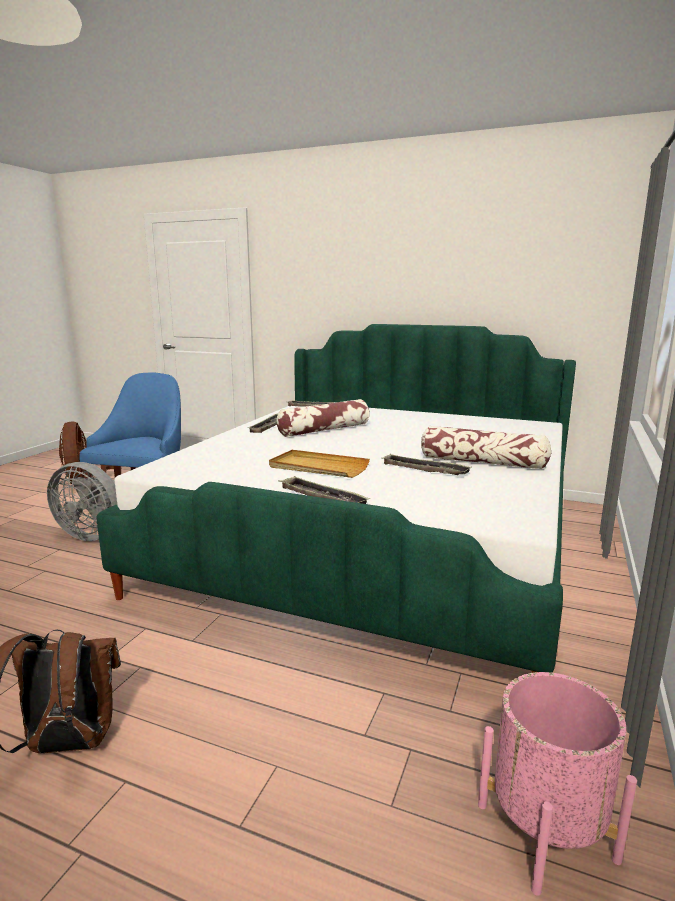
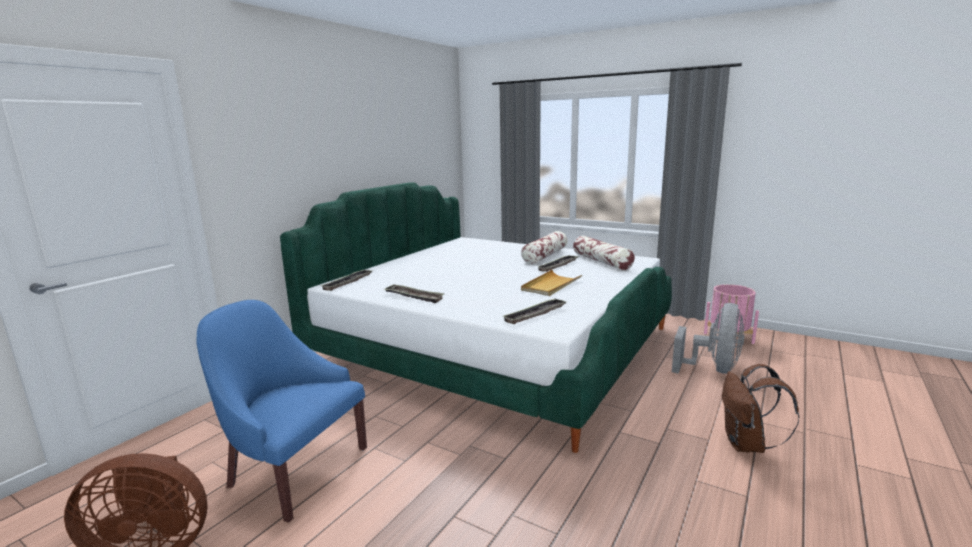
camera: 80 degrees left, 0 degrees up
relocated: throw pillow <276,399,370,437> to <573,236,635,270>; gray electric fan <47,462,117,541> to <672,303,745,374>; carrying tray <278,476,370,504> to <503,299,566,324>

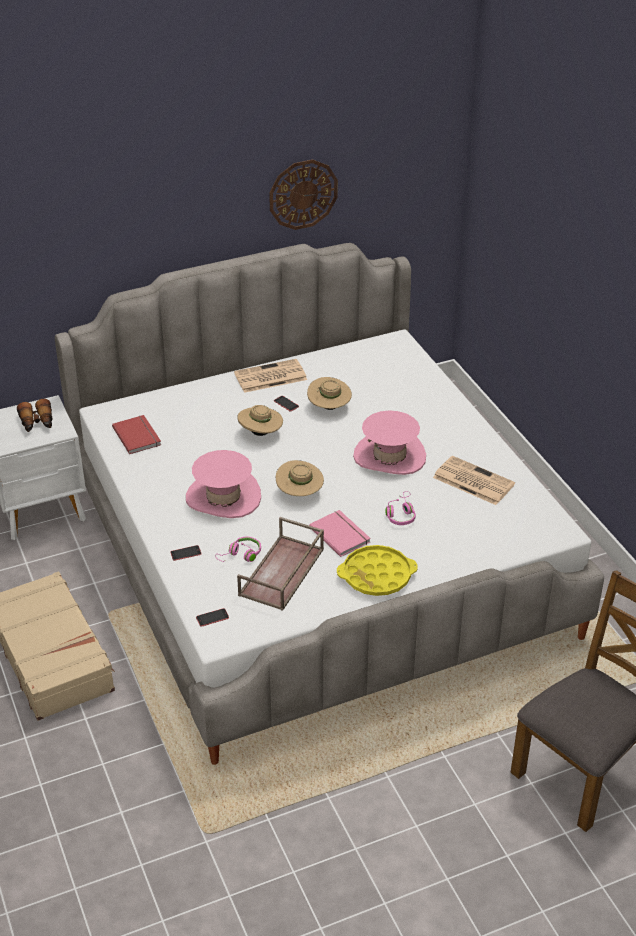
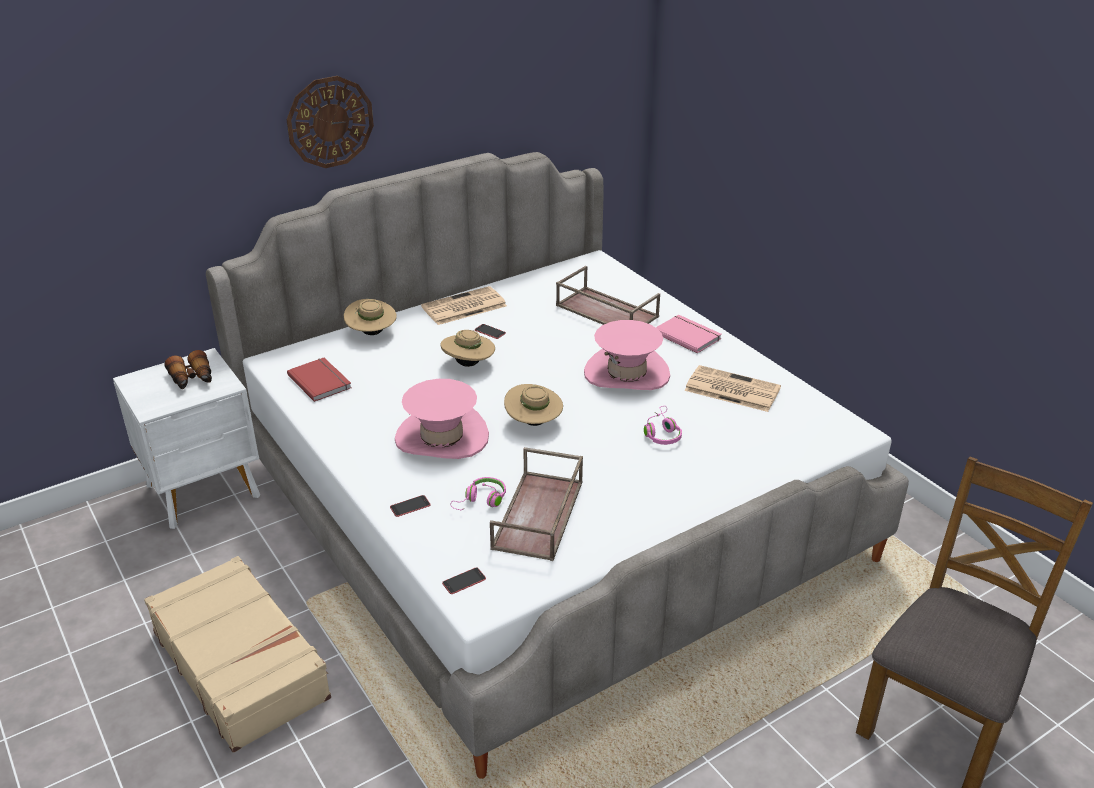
camera: 10 degrees left, 5 degrees down
missing: yellow carrying tray <337,545,418,596>
appeared: brownish carrying tray <556,266,660,325>
relocated: clock on the wall <269,159,338,230> to <287,76,374,168>; sand-coloured clothing hat <307,377,352,410> to <344,299,397,335>; pinkish book <309,510,371,557> to <656,315,722,353>

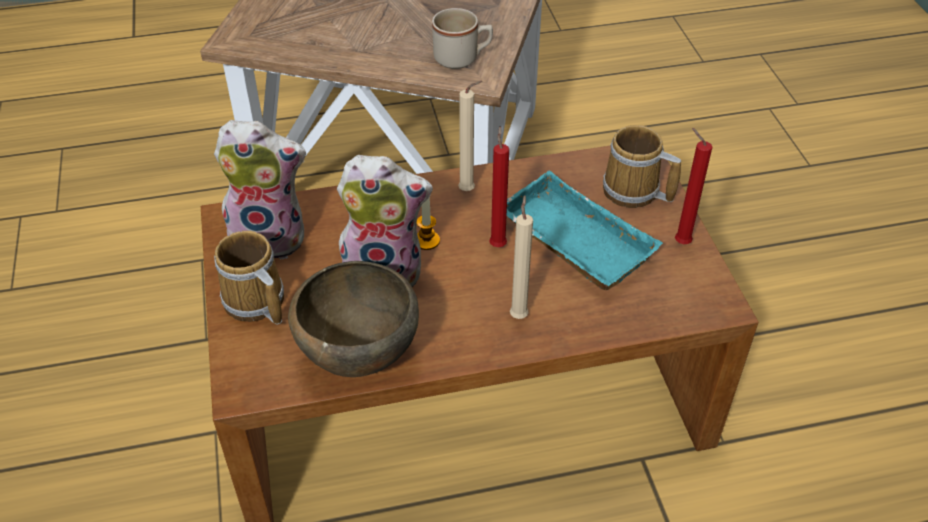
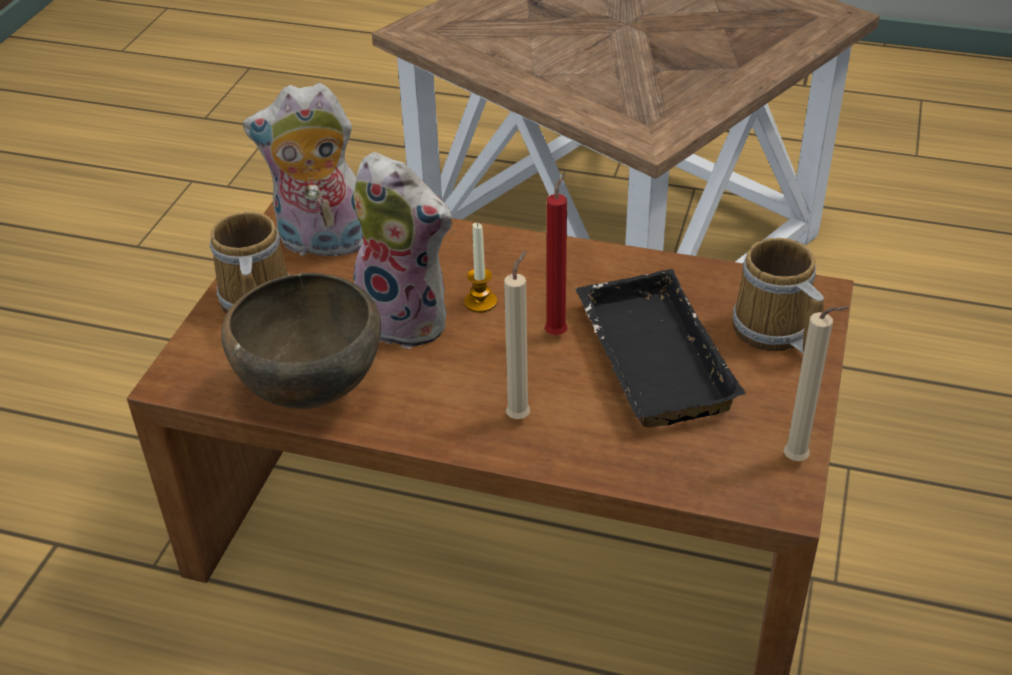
camera: 30 degrees right, 5 degrees down
missing: sand-coloured tea mug <432,8,493,69>; red wax candle <675,128,712,244>
relocated: sand-coloured wax candle <458,80,482,191> to <784,306,849,461>
colour: blue-green carrying tray <507,171,663,290> to black-coloured carrying tray <575,269,746,428>
spun: soft toy <214,120,306,259> = <243,83,363,256> 150 degrees clockwise

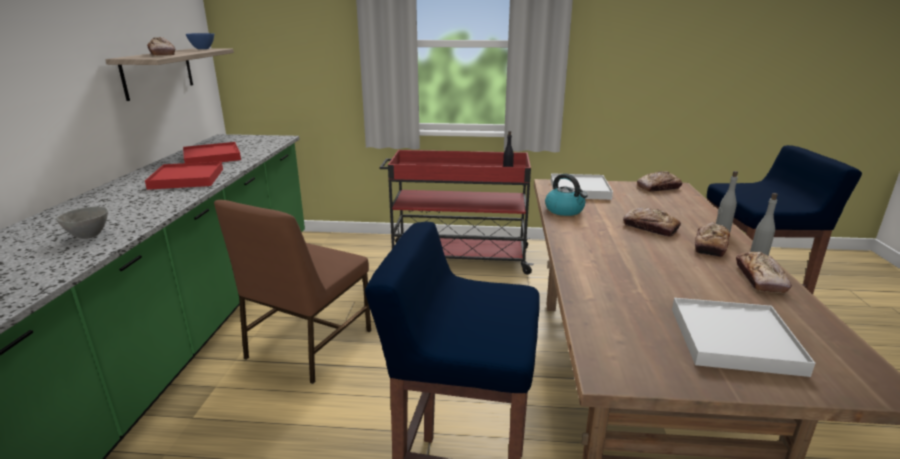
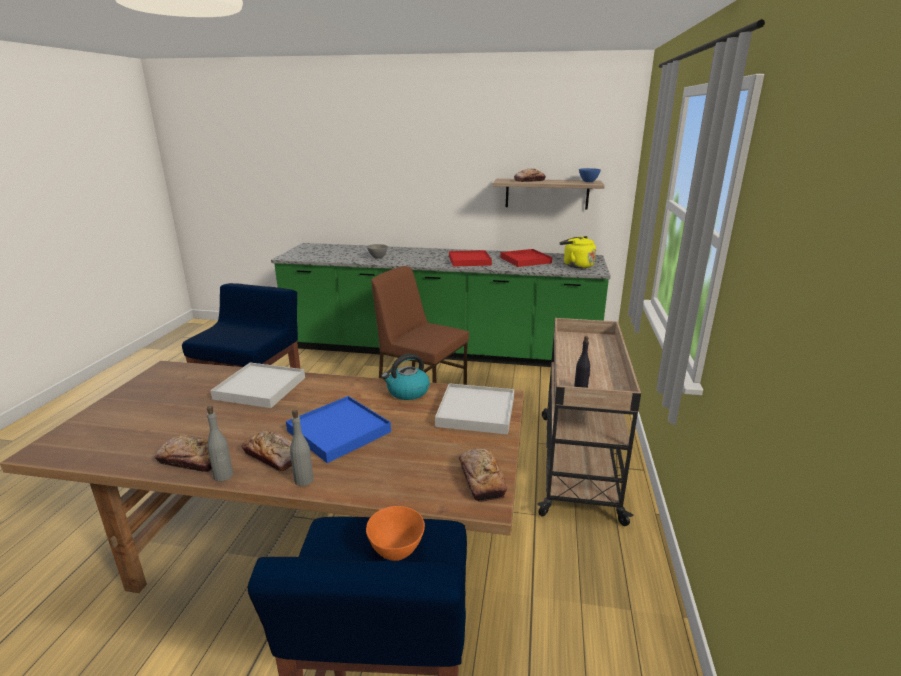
camera: 95 degrees right, 0 degrees up
appeared: yellow kettle <560,236,596,268>; orange deep dish <366,506,425,561>
relocated: whitish carrying tray <672,298,815,377> to <210,362,305,408>
exchanged: baked bread <623,208,681,237> to bluish carrying tray <286,396,391,463>
colour: red cart <379,150,534,275> to sand-coloured cart <537,318,641,526>

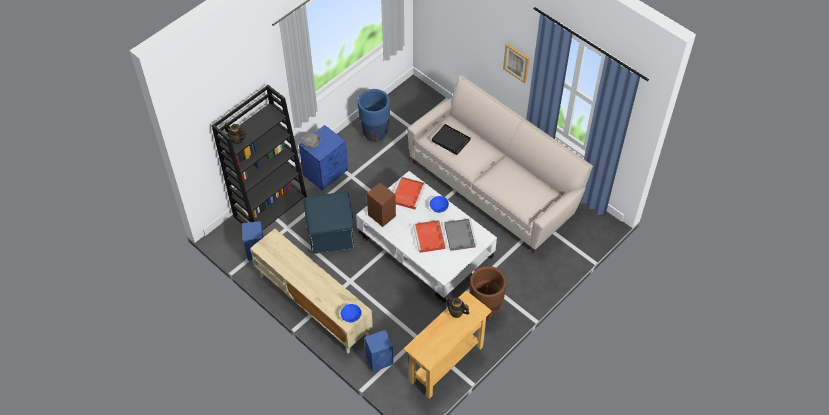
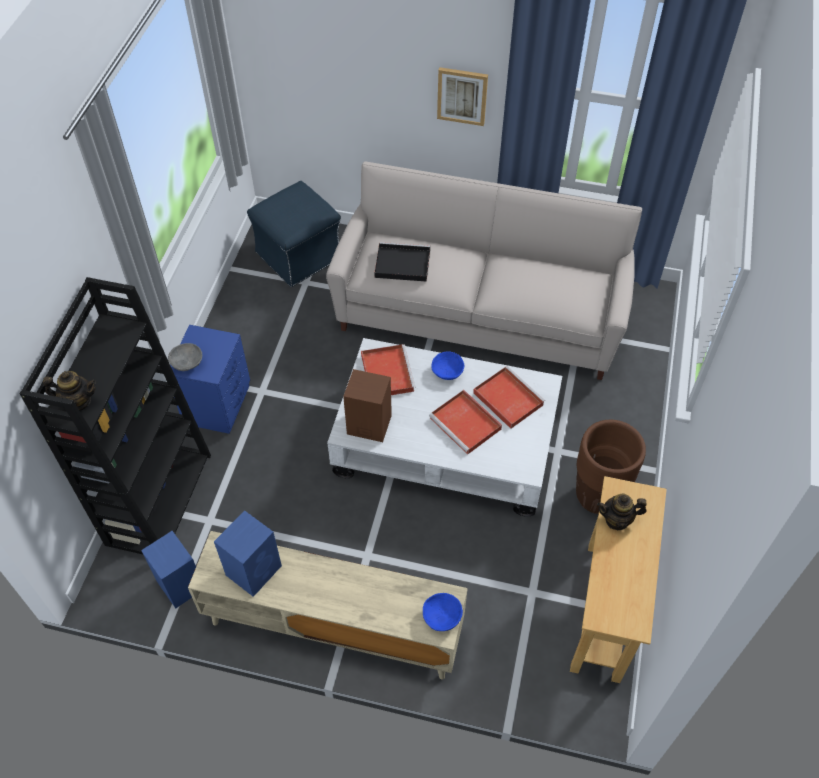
camera: 30 degrees left, 0 degrees up
missing: bluish planter <358,89,390,142>
relocated: bluish footrest <304,192,355,254> to <247,181,341,287>; bluish loudspeaker <365,330,393,372> to <214,510,282,597>
colour: gray carrying tray <444,219,477,251> to red carrying tray <473,366,545,429>

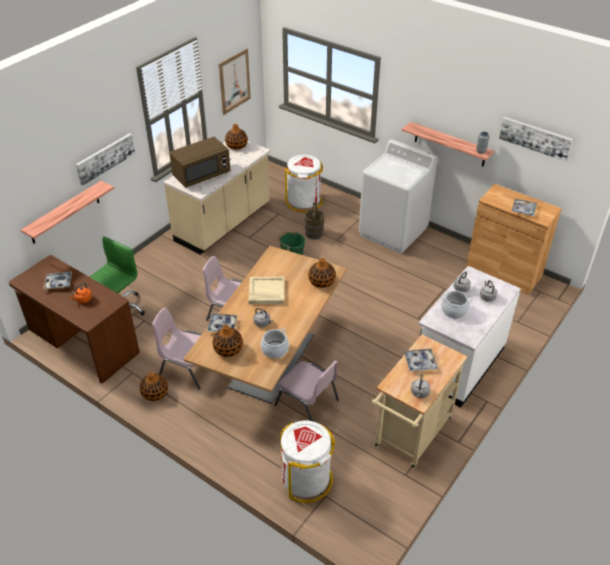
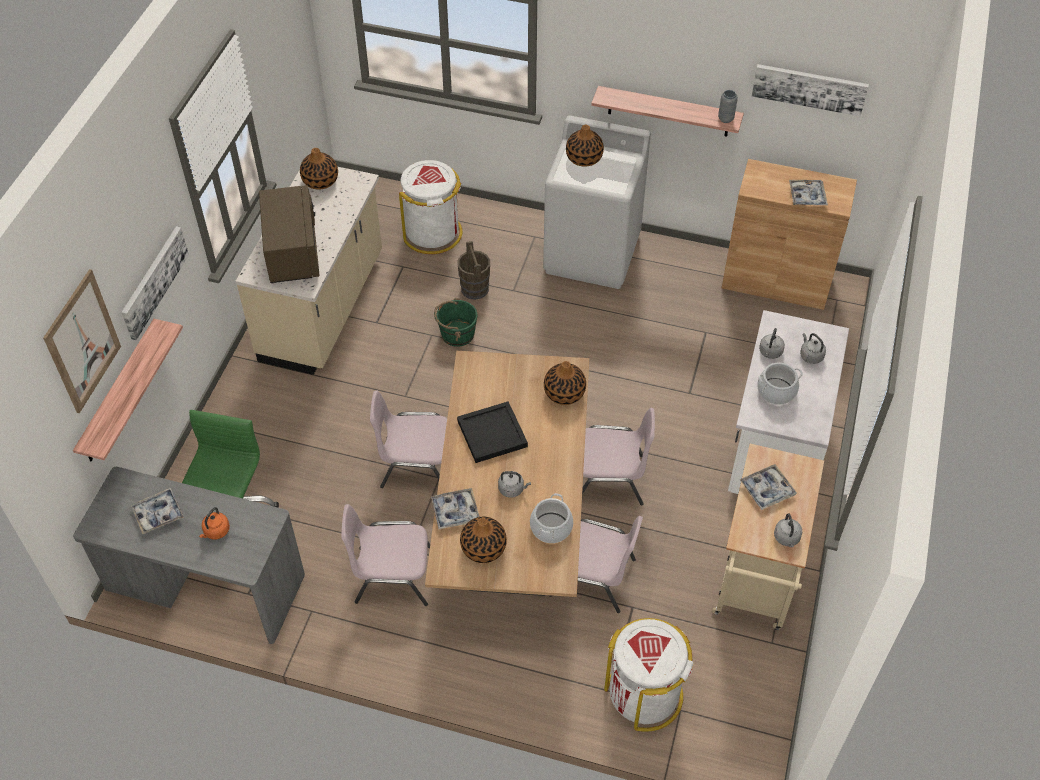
camera: 20 degrees left, 10 degrees up
appeared: pinkish plain chair <582,408,655,506>
relocated: wall art <219,49,251,115> to <43,269,121,413>; vase <140,372,168,401> to <566,125,604,167>
colour: brownish desk unit <9,255,140,383> to gray desk unit <73,467,305,644>; sand-coloured carrying tray <248,277,285,304> to black-coloured carrying tray <457,401,528,463>
spun: brownish kitchen microwave <169,137,230,188> = <259,185,320,283> 45 degrees counterclockwise

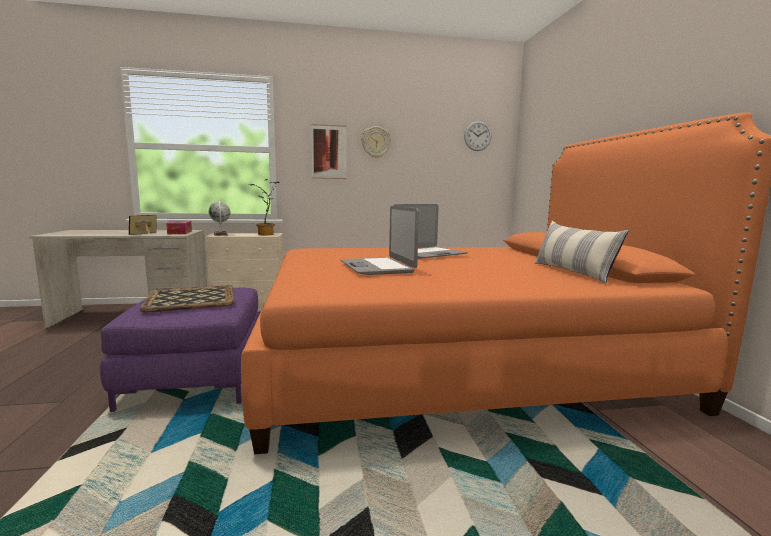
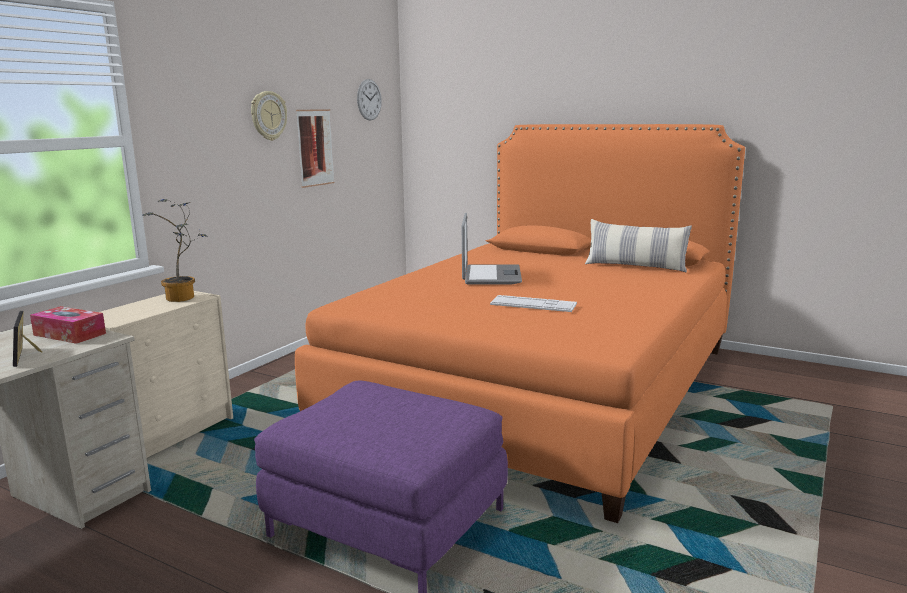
camera: 50 degrees left, 5 degrees up
missing: world globe <209,201,231,236>; carrying tray <140,285,235,312>
relocated: wall art <312,124,346,179> to <296,109,334,188>
exchanged: portable computer <340,206,419,275> to PC keyboard <490,295,577,312>

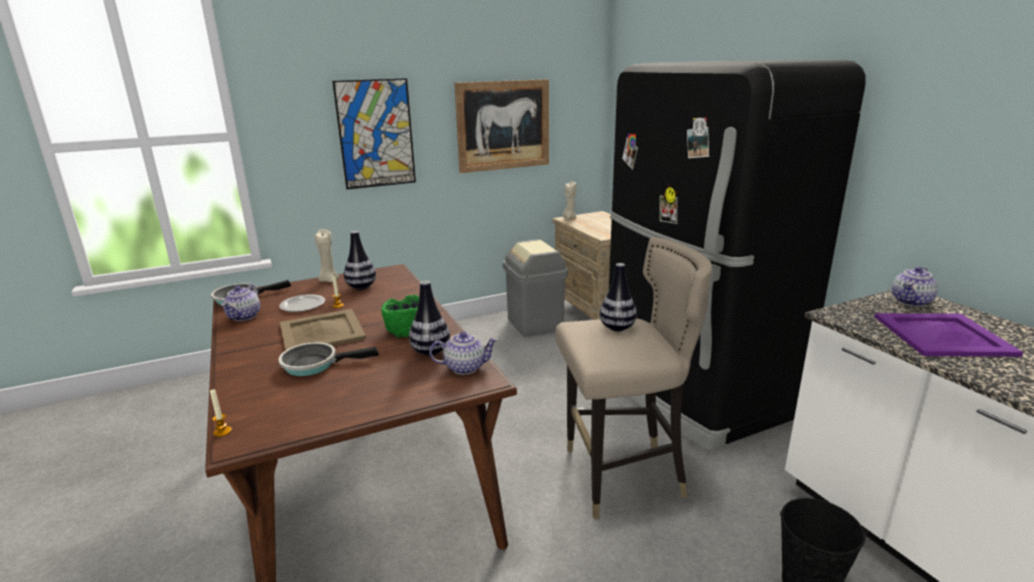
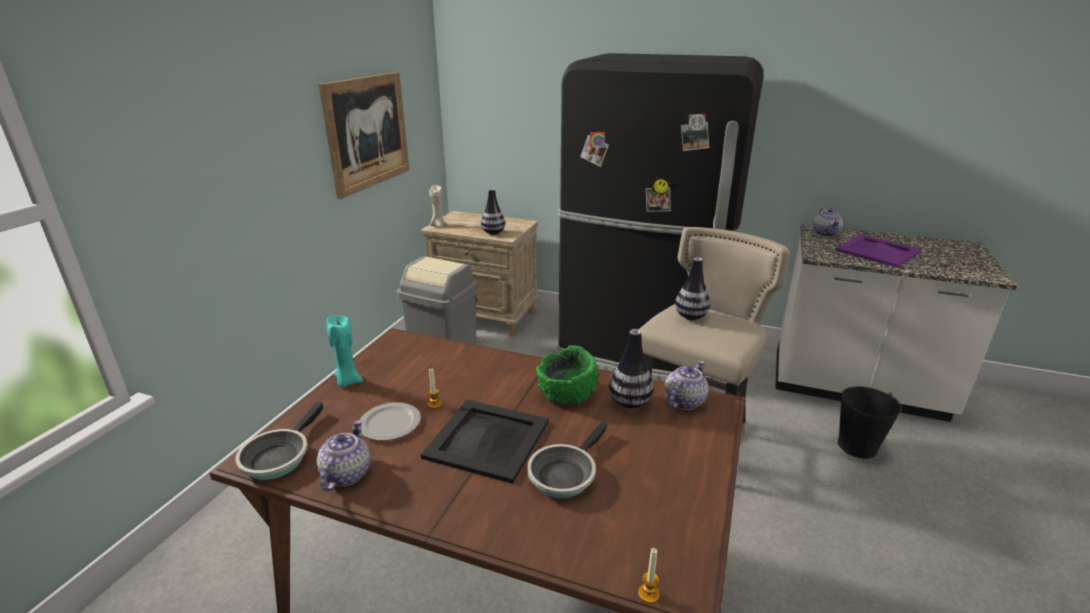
camera: 45 degrees left, 5 degrees up
missing: wall art <332,78,416,190>
relocated: vase <344,231,376,290> to <481,189,505,235>
colour: sand-coloured wax candle <315,229,339,282> to blue-green wax candle <327,315,363,387>; sand-coloured carrying tray <280,309,366,350> to black-coloured carrying tray <421,400,549,484>
spun: pot for tea <221,284,260,321> = <317,420,371,491> 135 degrees counterclockwise

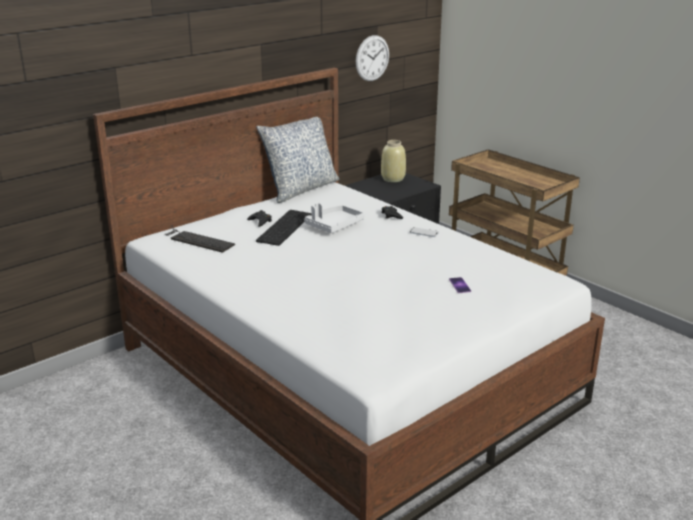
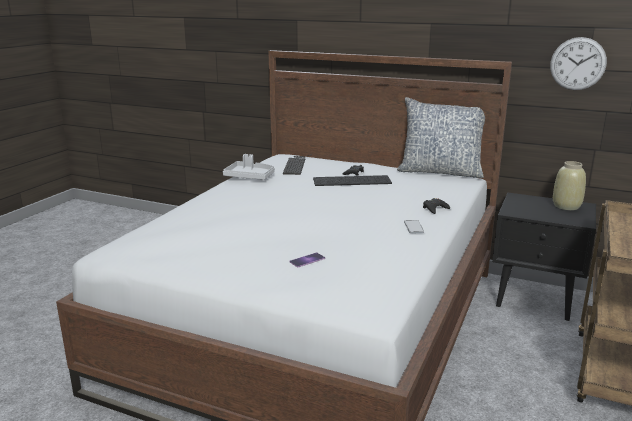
camera: 65 degrees right, 5 degrees down
relocated: gray carrying tray <304,203,364,233> to <223,154,275,180>

